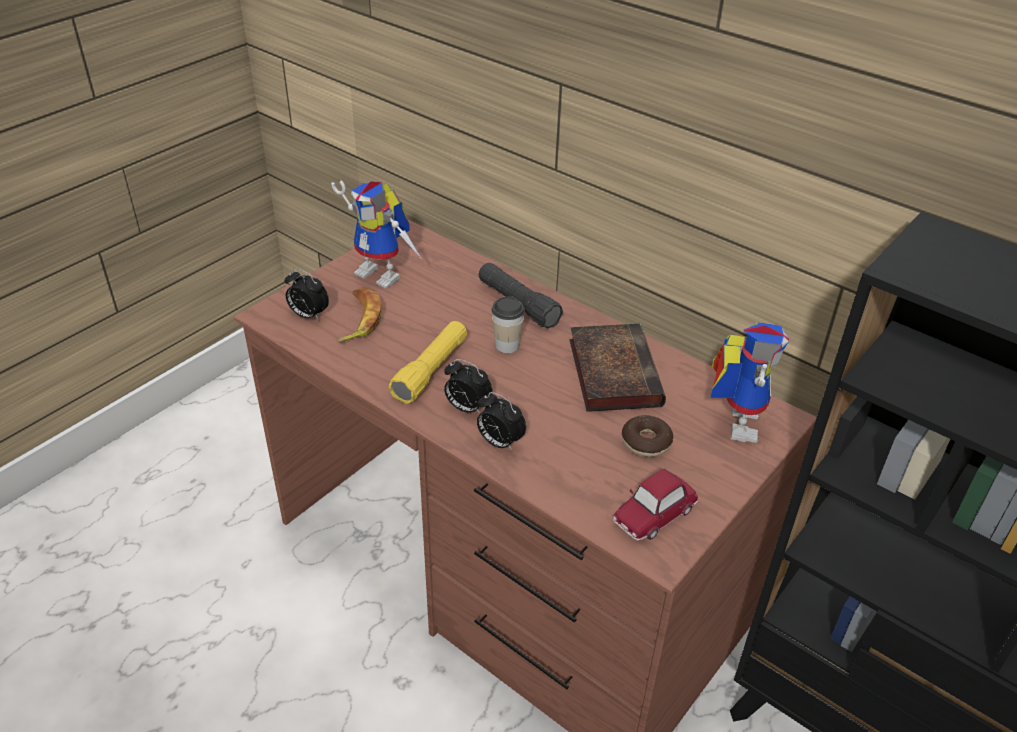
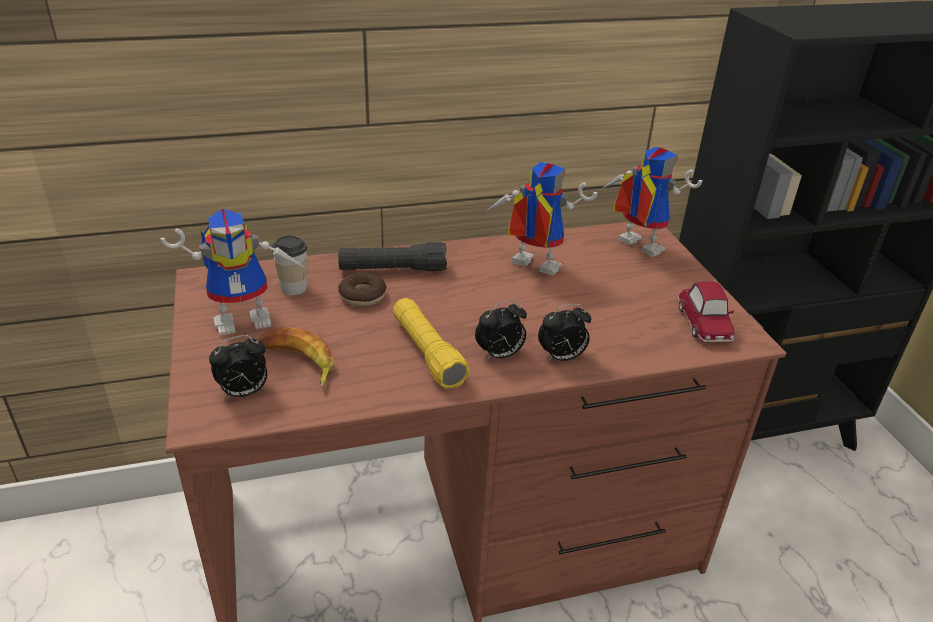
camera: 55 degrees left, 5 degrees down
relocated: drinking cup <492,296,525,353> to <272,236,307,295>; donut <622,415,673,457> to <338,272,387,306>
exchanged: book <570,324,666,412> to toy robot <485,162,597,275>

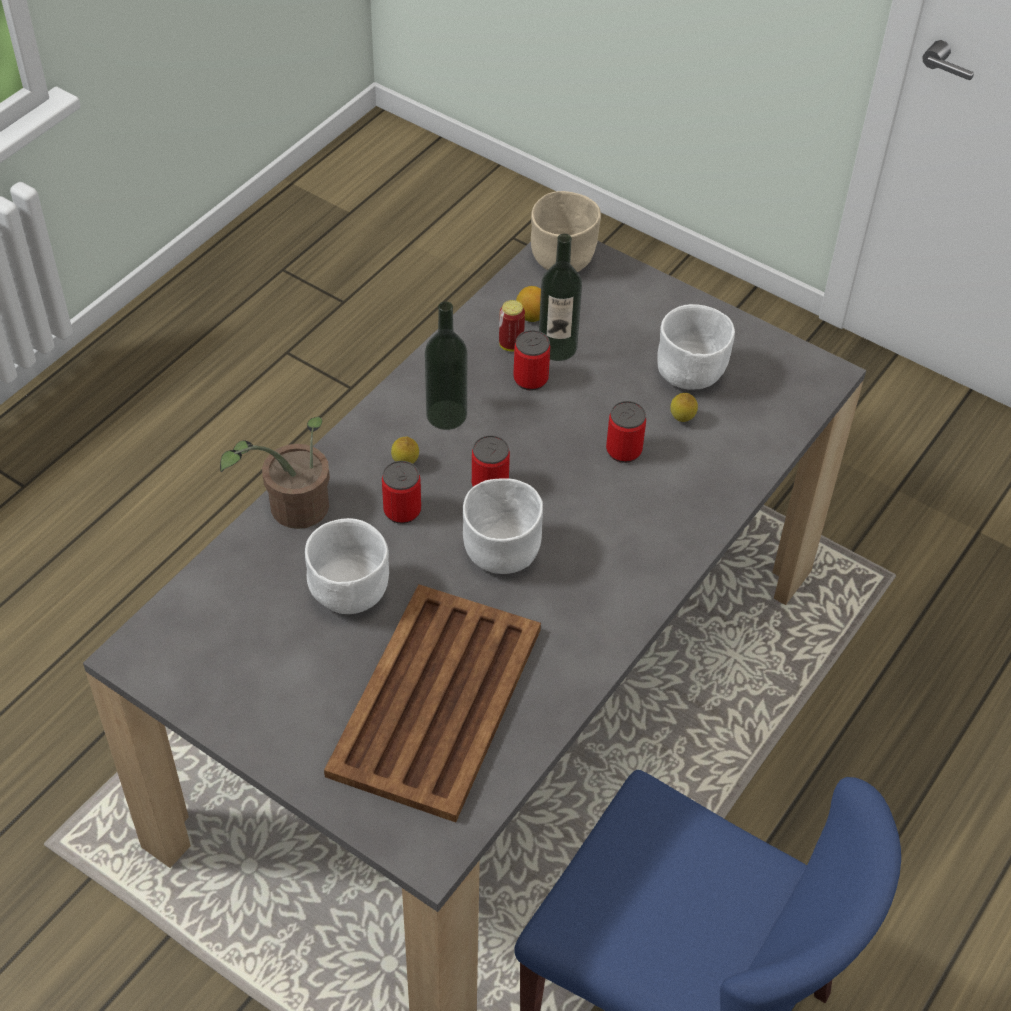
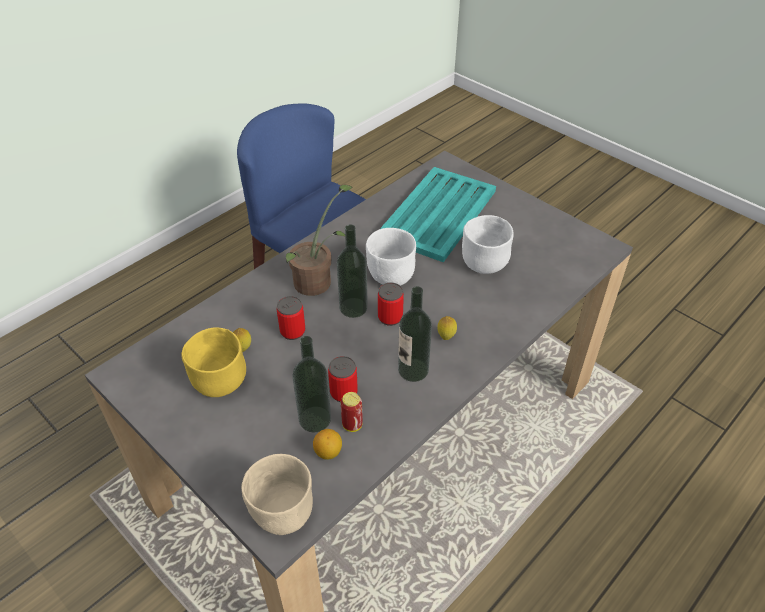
camera: 170 degrees left, 5 degrees down
missing: sealed can <382,461,421,524>
appeared: drink bottle <337,224,368,318>
relocated: plant in a pot <220,417,330,529> to <286,185,353,296>
colour: whitish deep dish <657,304,735,390> to yellow deep dish <181,327,246,397>; brownish carrying tray <324,584,541,822> to blue-green carrying tray <380,167,496,262>

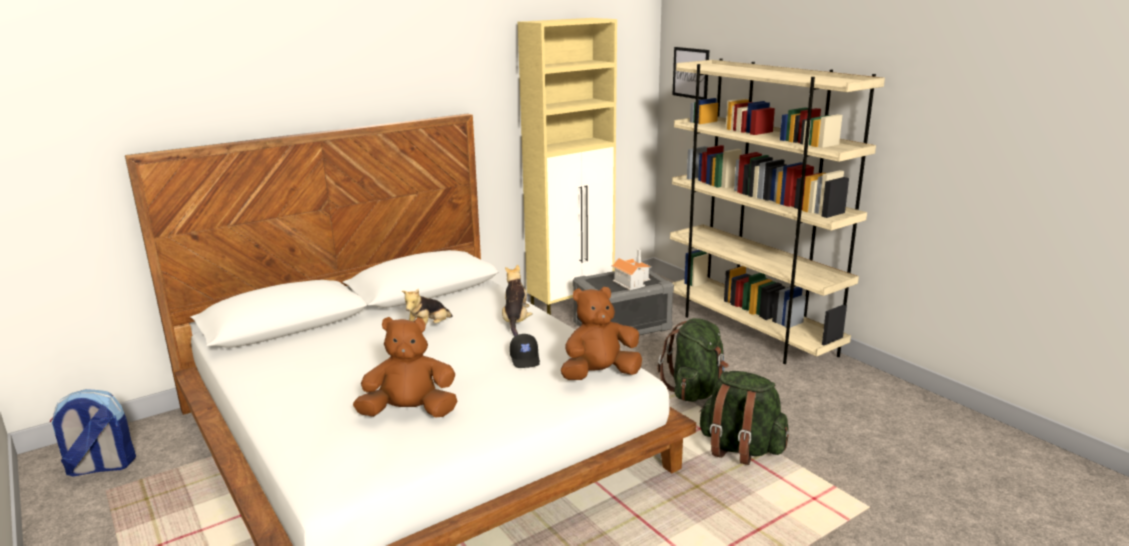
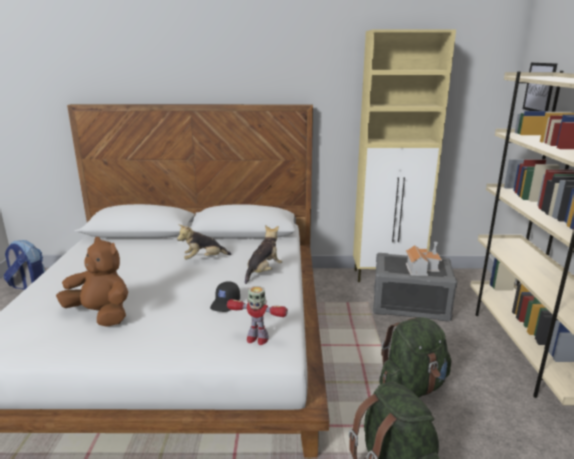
camera: 35 degrees right, 0 degrees up
exchanged: brownish soft toy <561,287,642,380> to toy robot <227,286,288,345>

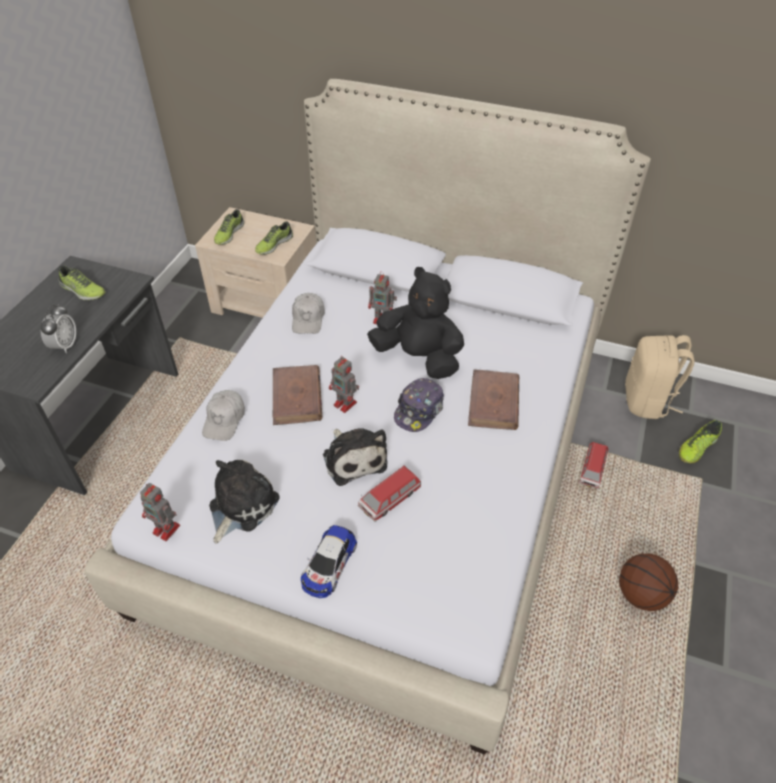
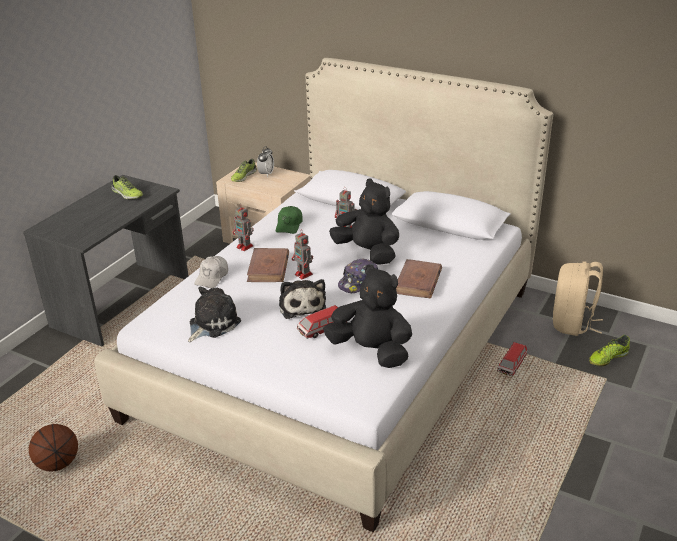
camera: 10 degrees right, 15 degrees down
missing: low shoe <255,221,293,255>; model car <301,525,357,598>
appeared: black-coloured soft toy <323,264,412,368>
relocated: table clock <41,304,76,353> to <257,146,274,177>; toy robot <140,483,180,541> to <233,204,254,251>; basketball ball <619,554,678,611> to <29,424,78,471>
colour: whitish cap <292,293,325,334> to greenish cap <276,206,303,234>

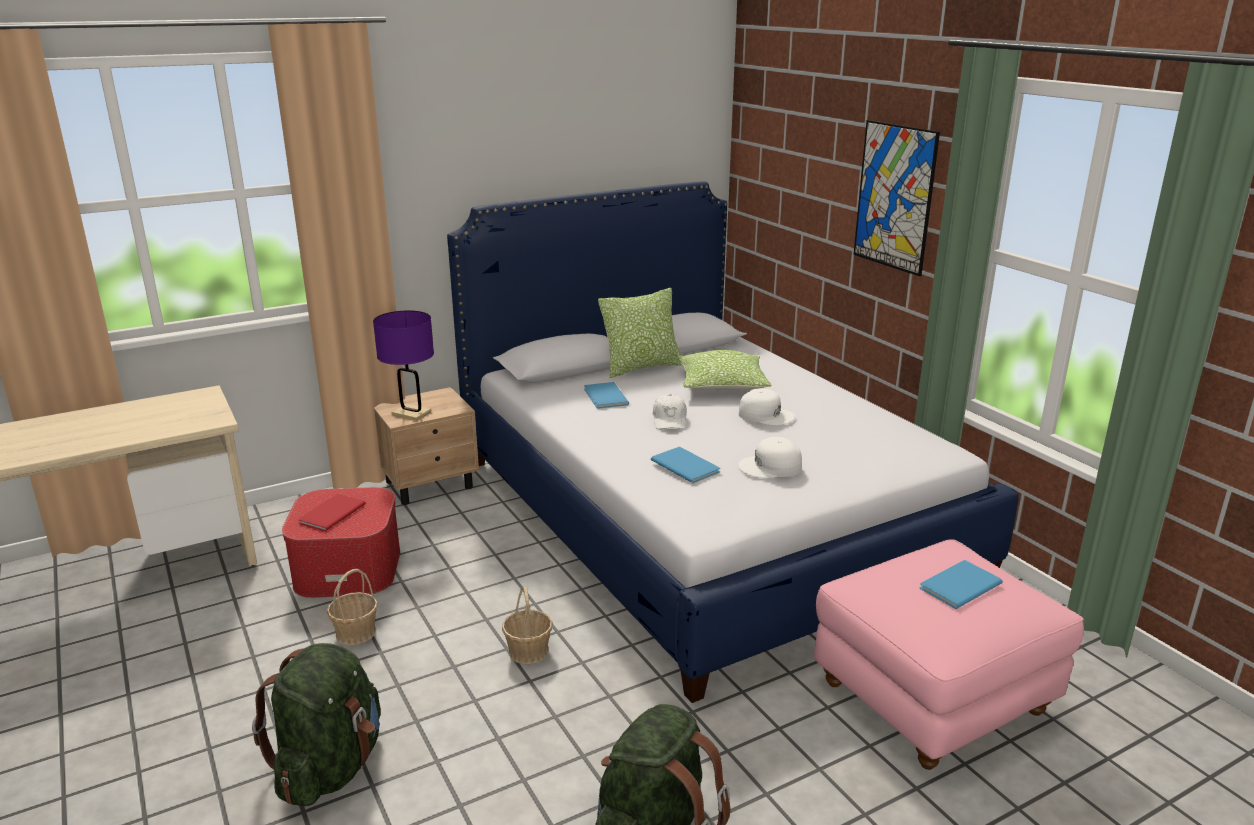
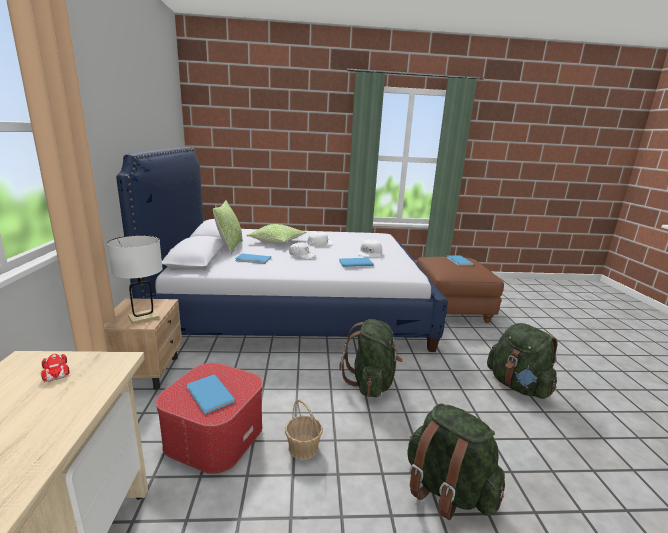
camera: 65 degrees left, 5 degrees down
missing: wall art <853,120,940,276>
appeared: model car <41,354,70,383>
exchanged: household basket <502,585,553,664> to greenish knapsack <339,319,403,397>
colour: purple-coloured lamp for a table <373,310,434,421> to whitish lamp for a table <107,235,163,325>; red book <298,494,366,531> to bluish book <187,374,236,414>; pinkish footrest <814,539,1084,770> to brownish footrest <417,257,504,323>

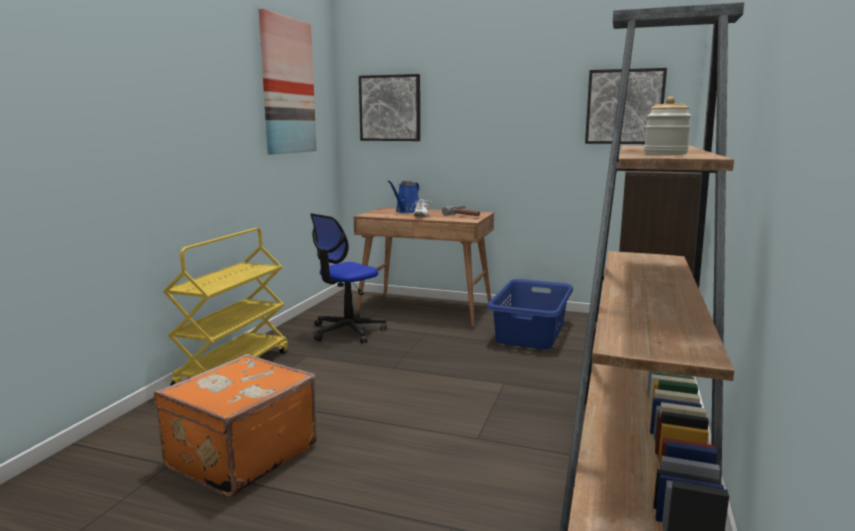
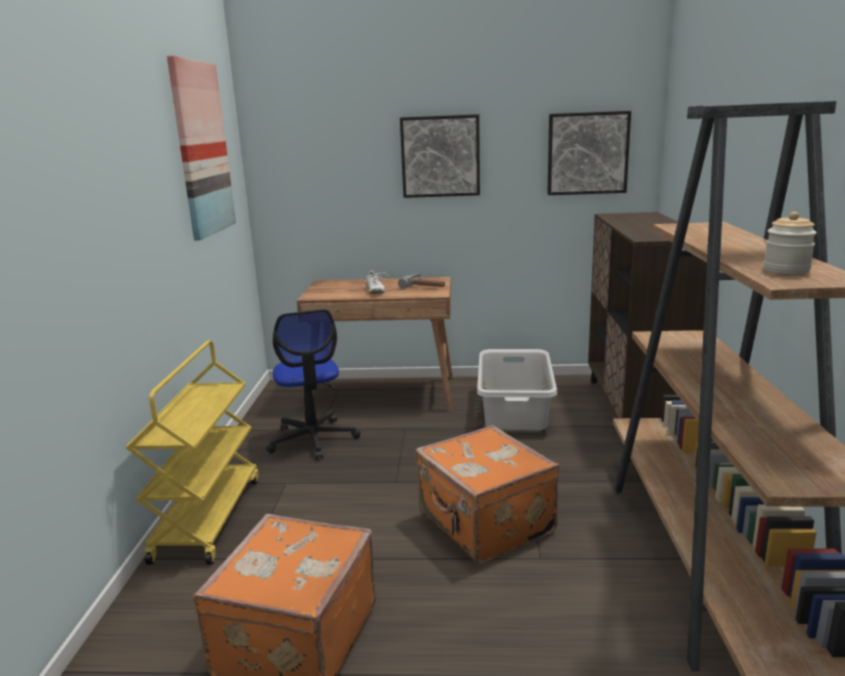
camera: 15 degrees left, 5 degrees up
missing: bluish sprinkling can <388,180,419,213>
appeared: orange suitcase <415,425,559,564>
relocated: wall art <359,74,420,141> to <400,114,480,198>
colour: bluish hamper <487,279,573,349> to gray hamper <477,349,557,430>
spun: office chair <310,213,387,343> = <266,309,361,460> 45 degrees counterclockwise

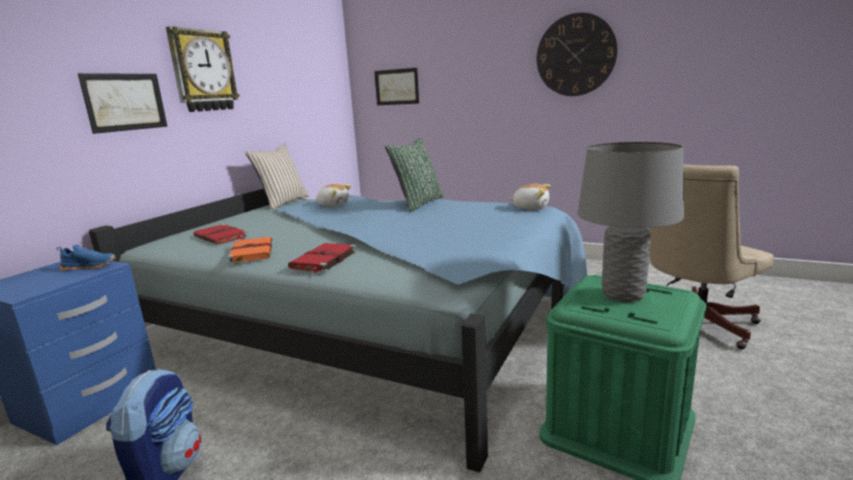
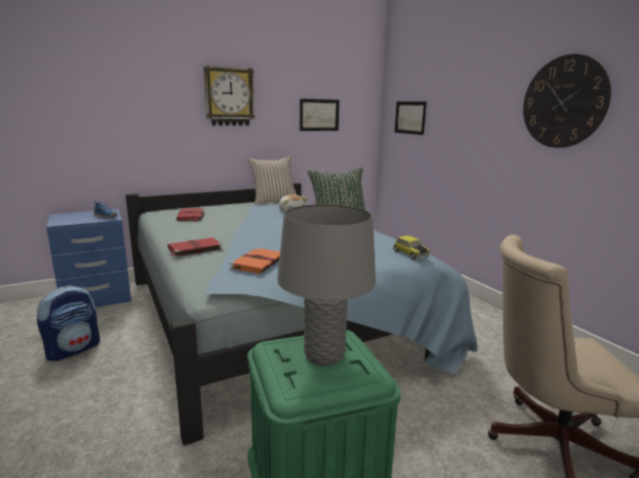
camera: 35 degrees right, 0 degrees up
relocated: wall art <78,73,167,134> to <300,99,339,131>; orange book <227,237,272,264> to <230,248,280,274>
exchanged: soft toy <509,184,551,210> to model car <393,236,430,260>

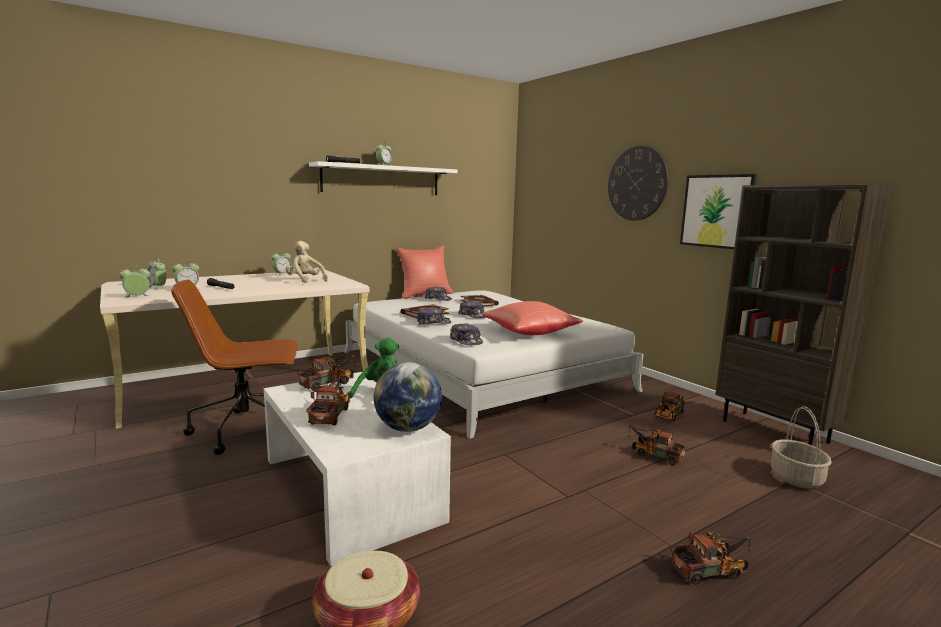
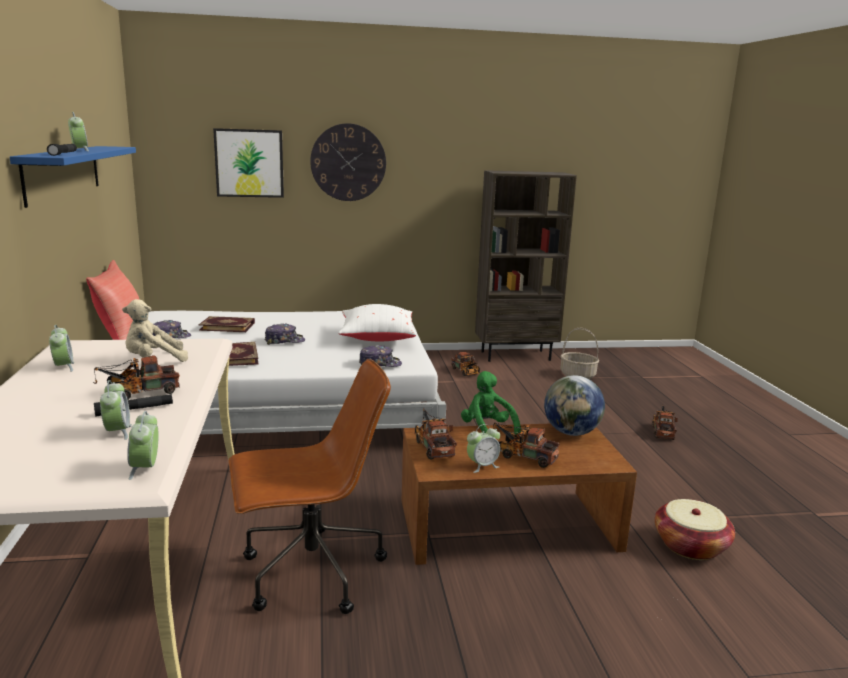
camera: 65 degrees left, 5 degrees up
missing: cap <417,307,451,325>
relocated: wall art <680,174,757,249> to <213,128,284,198>; table clock <147,258,167,290> to <467,424,500,473>; toy lorry <627,426,686,465> to <93,355,180,400>
colour: whitish wall shelf <309,161,458,195> to bluish wall shelf <10,146,136,208>; red throw pillow <482,301,583,335> to whitish throw pillow <338,304,416,341>; whitish low table <264,372,451,566> to brownish low table <402,424,637,565>
spun: brownish office chair <171,279,298,455> = <228,359,391,614> 120 degrees counterclockwise

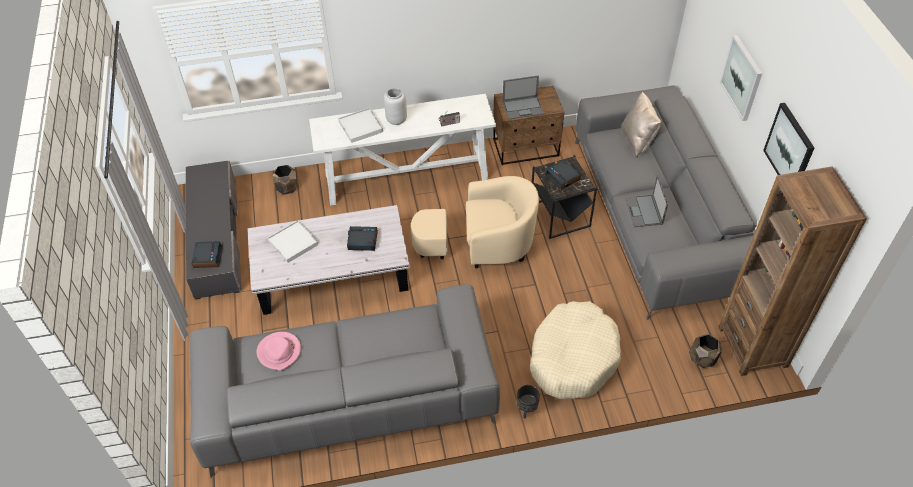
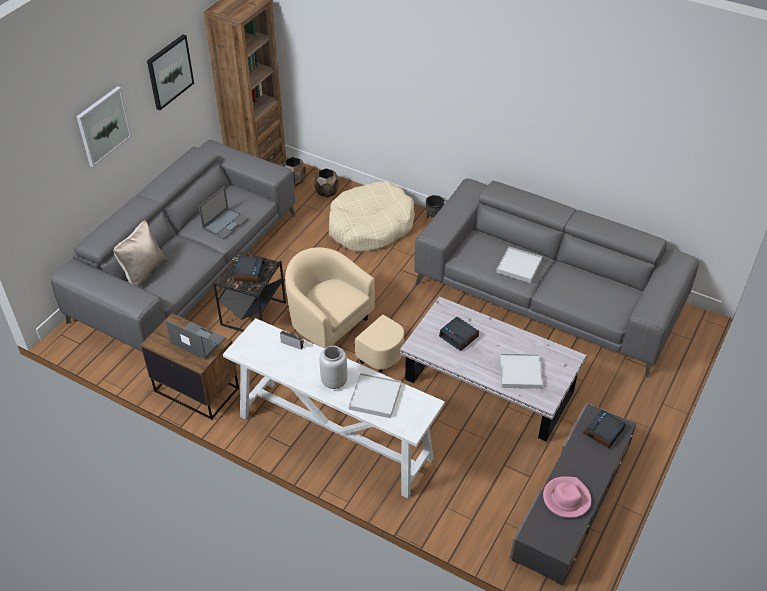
camera: 140 degrees left, 5 degrees down
appeared: whitish carrying tray <496,247,543,283>
relocated: brownish planter <272,165,298,195> to <314,168,339,198>; pinkish clothing hat <257,332,301,371> to <543,476,591,518>

